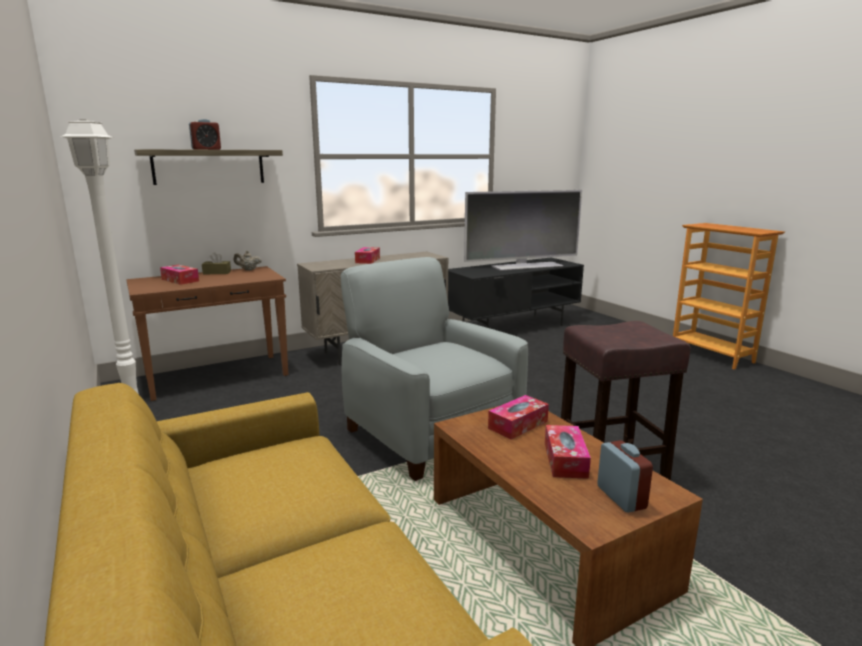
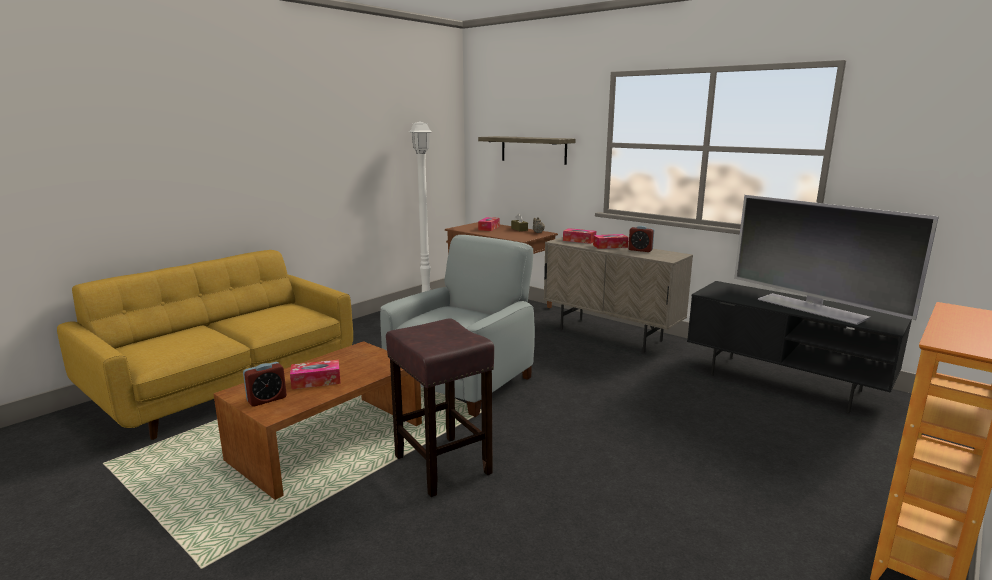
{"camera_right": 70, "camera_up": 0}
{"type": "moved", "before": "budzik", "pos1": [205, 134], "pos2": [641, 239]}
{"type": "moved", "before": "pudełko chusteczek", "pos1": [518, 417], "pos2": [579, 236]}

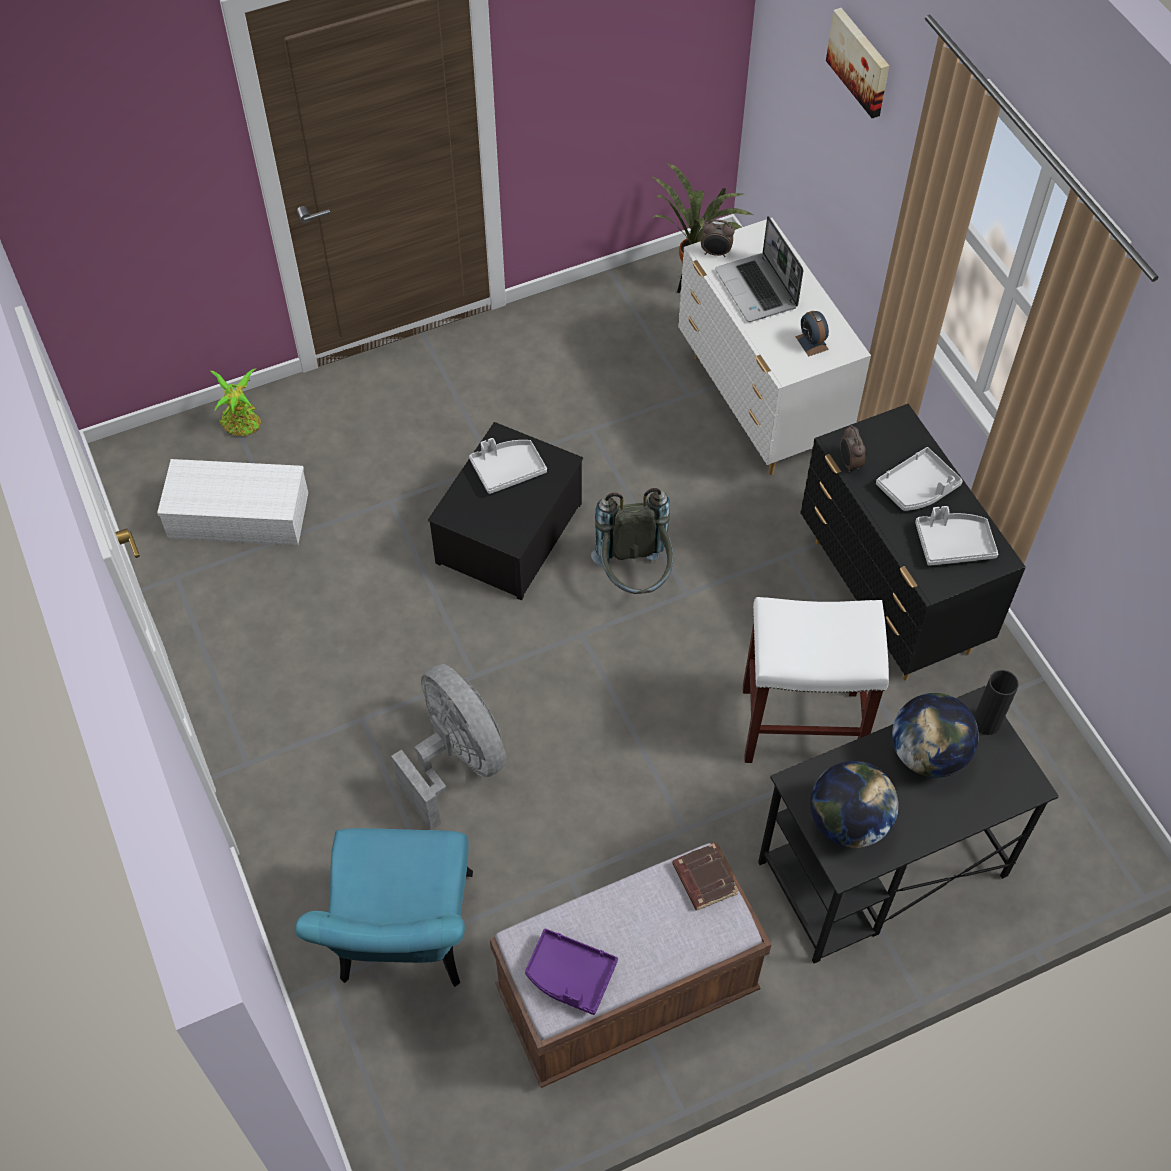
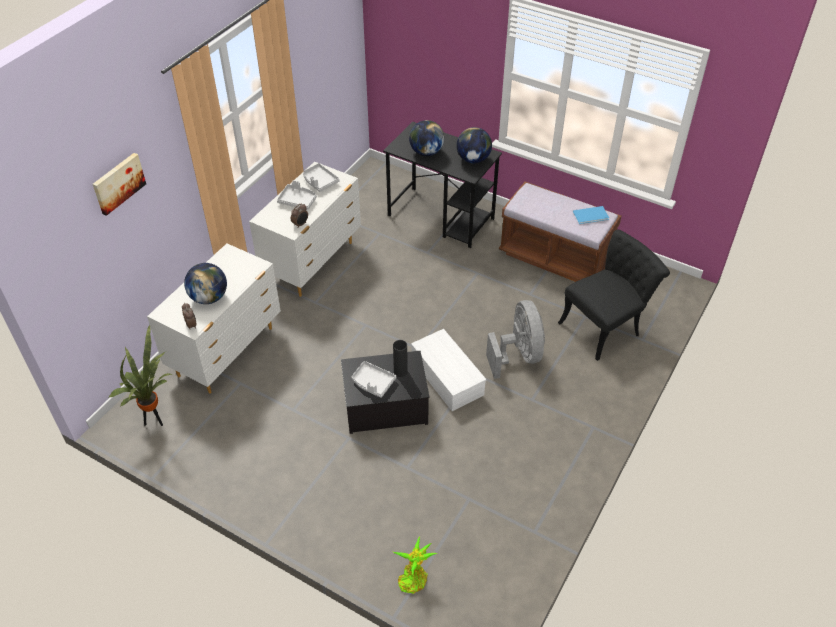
{"camera_right": -125, "camera_up": -10}
{"type": "removed", "before": "plecak (szary)", "pos1": [632, 541]}
{"type": "removed", "before": "książka (brązowy)", "pos1": [705, 877]}
{"type": "removed", "before": "stołek (biały)", "pos1": [816, 680]}
{"type": "removed", "before": "budzik", "pos1": [812, 334]}
{"type": "moved", "before": "pojemnik do przechowywania (biały)", "pos1": [232, 502], "pos2": [448, 370]}
{"type": "moved", "before": "wazon (czarny)", "pos1": [996, 702], "pos2": [400, 358]}
{"type": "replaced", "before": "taca (fioletowy)", "after": "książka (niebieski)", "pos1": [571, 972], "pos2": [591, 215]}
{"type": "replaced", "before": "laptop", "after": "globus", "pos1": [759, 269], "pos2": [205, 283]}
{"type": "recoloured", "before": "krzesło (turkusowy)", "after": "krzesło (czarny)", "pos1": [384, 907], "pos2": [614, 295]}
{"type": "recoloured", "before": "komoda (czarny)", "after": "komoda (biały)", "pos1": [913, 542], "pos2": [305, 229]}
{"type": "turned", "before": "wentylator (szary)", "pos1": [448, 747], "pos2": [515, 339], "turn": 150}

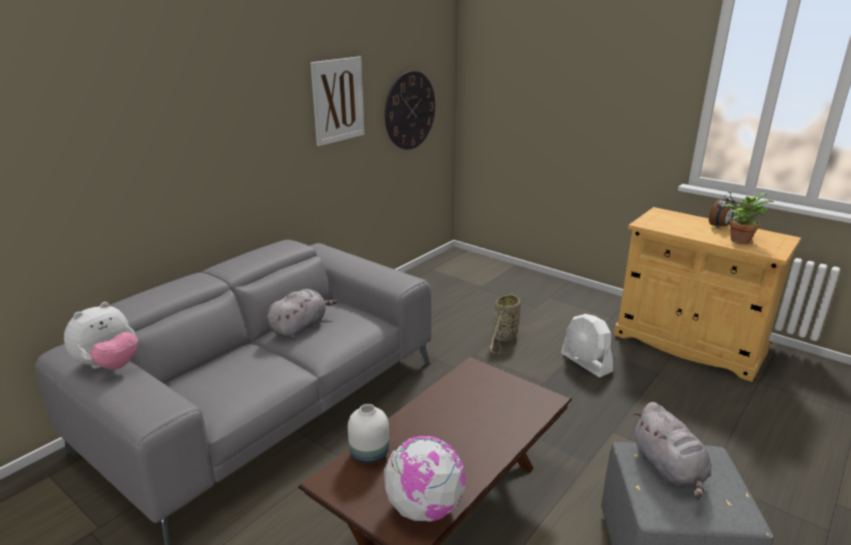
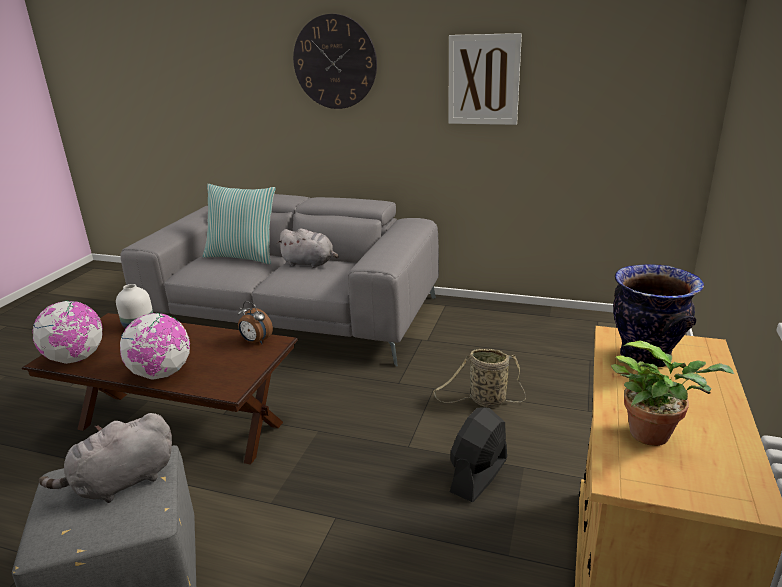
{"camera_right": 70, "camera_up": 0}
{"type": "removed", "before": "pluszak", "pos1": [101, 335]}
{"type": "added", "after": "globus", "pos2": [155, 346]}
{"type": "added", "after": "poduszka", "pos2": [239, 224]}
{"type": "added", "after": "wazon", "pos2": [658, 316]}
{"type": "moved", "before": "zegar ścienny", "pos1": [410, 110], "pos2": [335, 61]}
{"type": "moved", "before": "budzik", "pos1": [722, 210], "pos2": [255, 322]}
{"type": "recoloured", "before": "wentylator (biały)", "after": "wentylator (czarny)", "pos1": [587, 345], "pos2": [478, 454]}

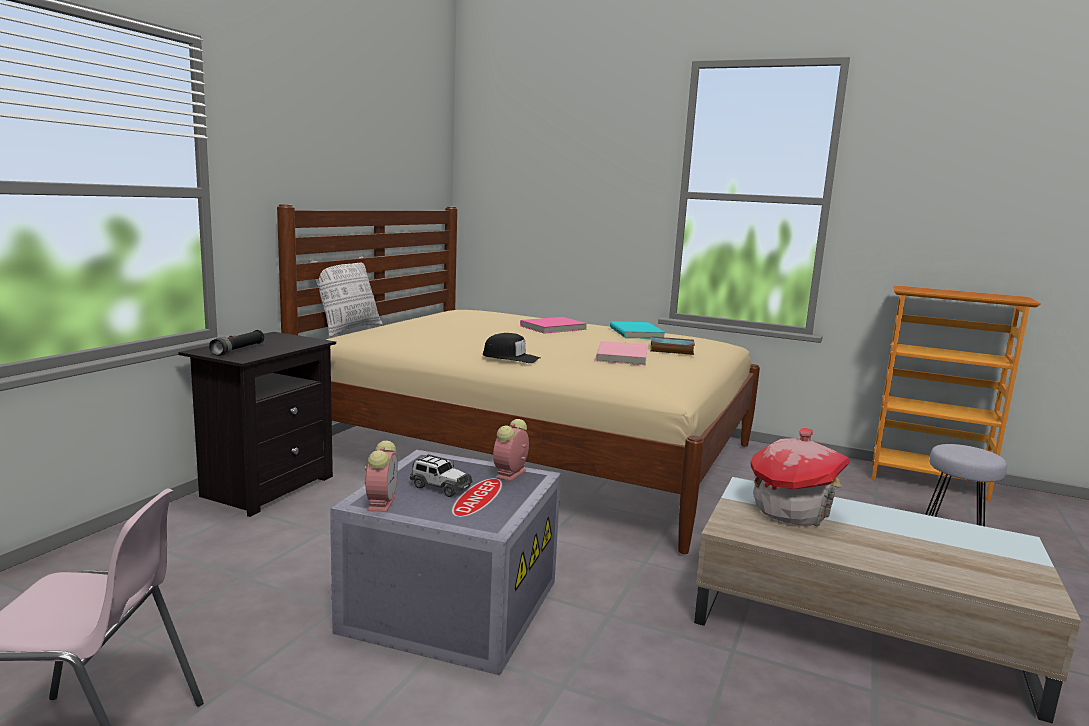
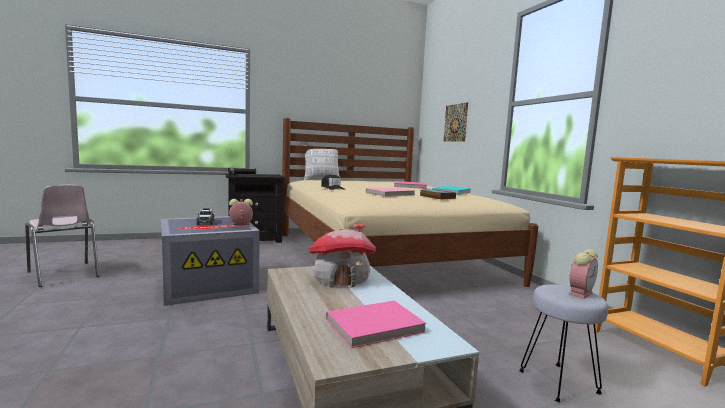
{"camera_right": 45, "camera_up": -5}
{"type": "added", "after": "książka (różowy)", "pos2": [376, 324]}
{"type": "added", "after": "obraz", "pos2": [455, 122]}
{"type": "moved", "before": "budzik", "pos1": [381, 476], "pos2": [583, 274]}

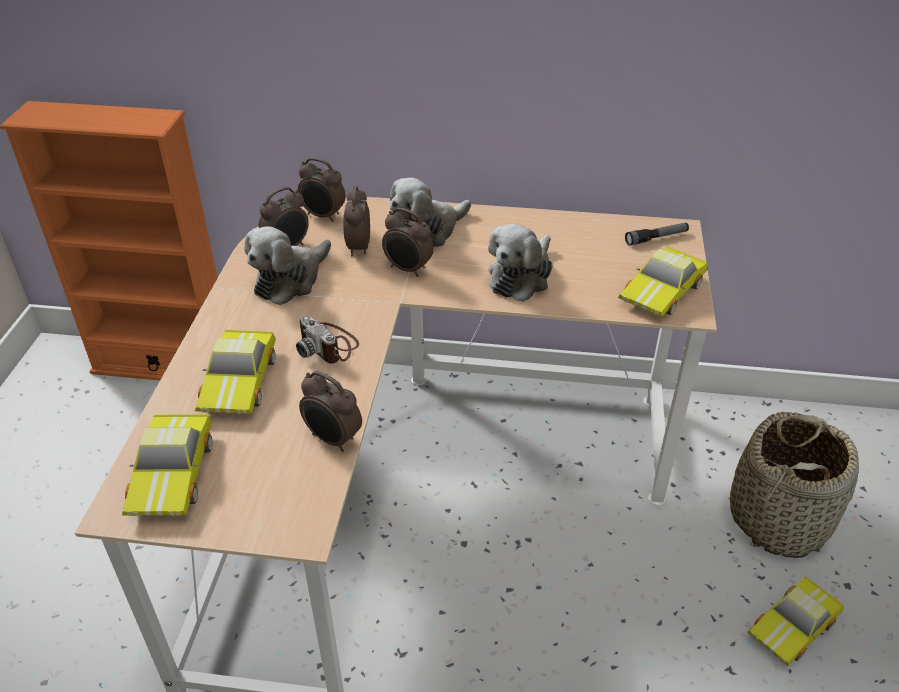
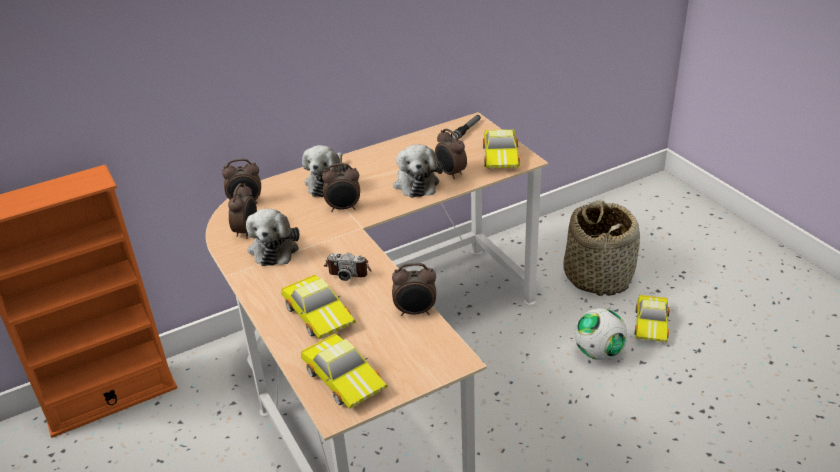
{"camera_right": -35, "camera_up": -5}
{"type": "added", "after": "piłka futbolowa", "pos2": [601, 334]}
{"type": "moved", "before": "budzik", "pos1": [356, 221], "pos2": [451, 154]}

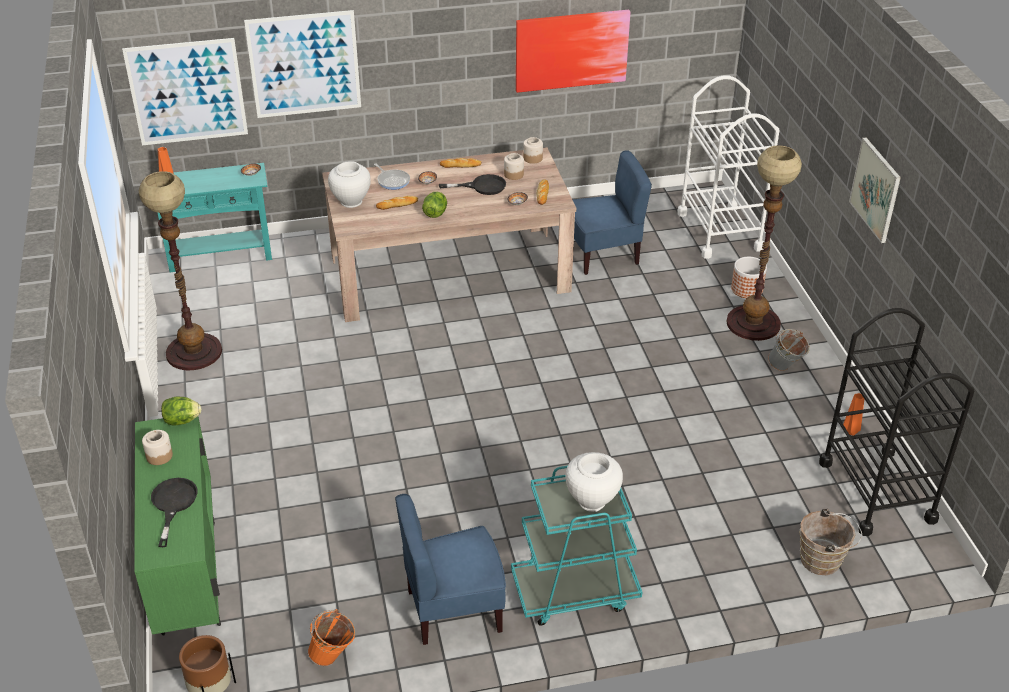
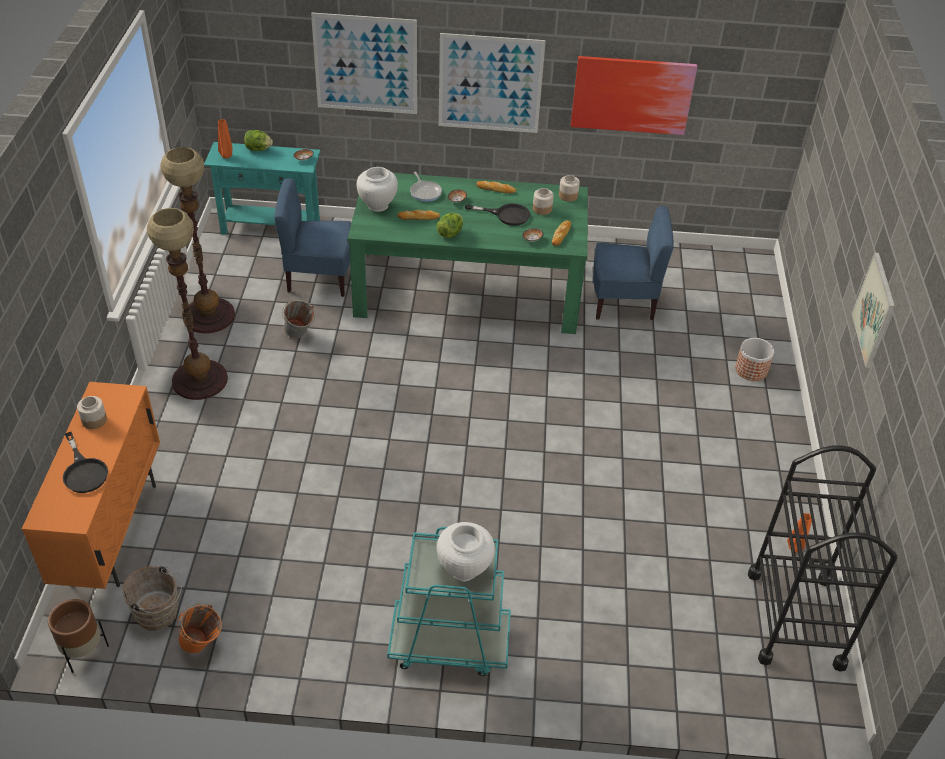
{"camera_right": 15, "camera_up": 5}
{"type": "removed", "before": "wózek (biały)", "pos1": [728, 167]}
{"type": "moved", "before": "obraz", "pos1": [185, 91], "pos2": [492, 83]}
{"type": "moved", "before": "sałata", "pos1": [181, 410], "pos2": [258, 140]}
{"type": "moved", "before": "krzesło (niebieski)", "pos1": [450, 569], "pos2": [312, 237]}
{"type": "moved", "before": "lampa stojąca", "pos1": [764, 243], "pos2": [187, 304]}
{"type": "moved", "before": "wiadro (szary)", "pos1": [789, 350], "pos2": [298, 319]}
{"type": "moved", "before": "wiadro (brązowy)", "pos1": [831, 542], "pos2": [152, 598]}
{"type": "recoloured", "before": "szafka (zielony)", "after": "szafka (pomarańczowy)", "pos1": [177, 526], "pos2": [91, 485]}
{"type": "recoloured", "before": "stół jadalny (beżowy)", "after": "stół jadalny (zielony)", "pos1": [449, 234], "pos2": [467, 253]}
{"type": "turned", "before": "patelnia (czarny)", "pos1": [174, 512], "pos2": [85, 462], "turn": 135}

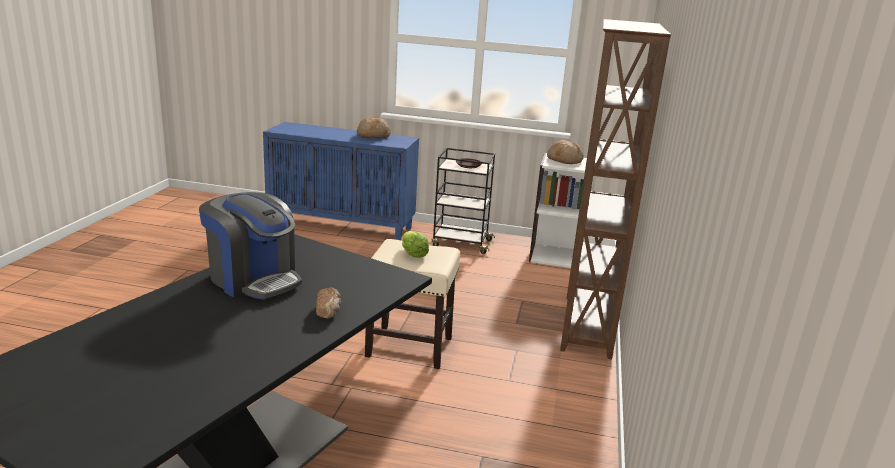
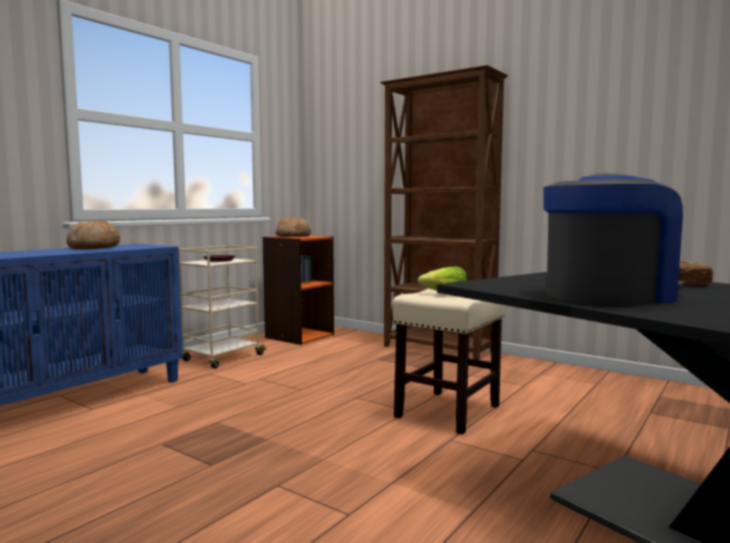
{"camera_right": -65, "camera_up": -15}
{"type": "recoloured", "before": "wózek (czarny)", "after": "wózek (beżowy)", "pos1": [463, 201], "pos2": [222, 307]}
{"type": "recoloured", "before": "regał (biały)", "after": "regał (pomarańczowy)", "pos1": [561, 210], "pos2": [298, 290]}

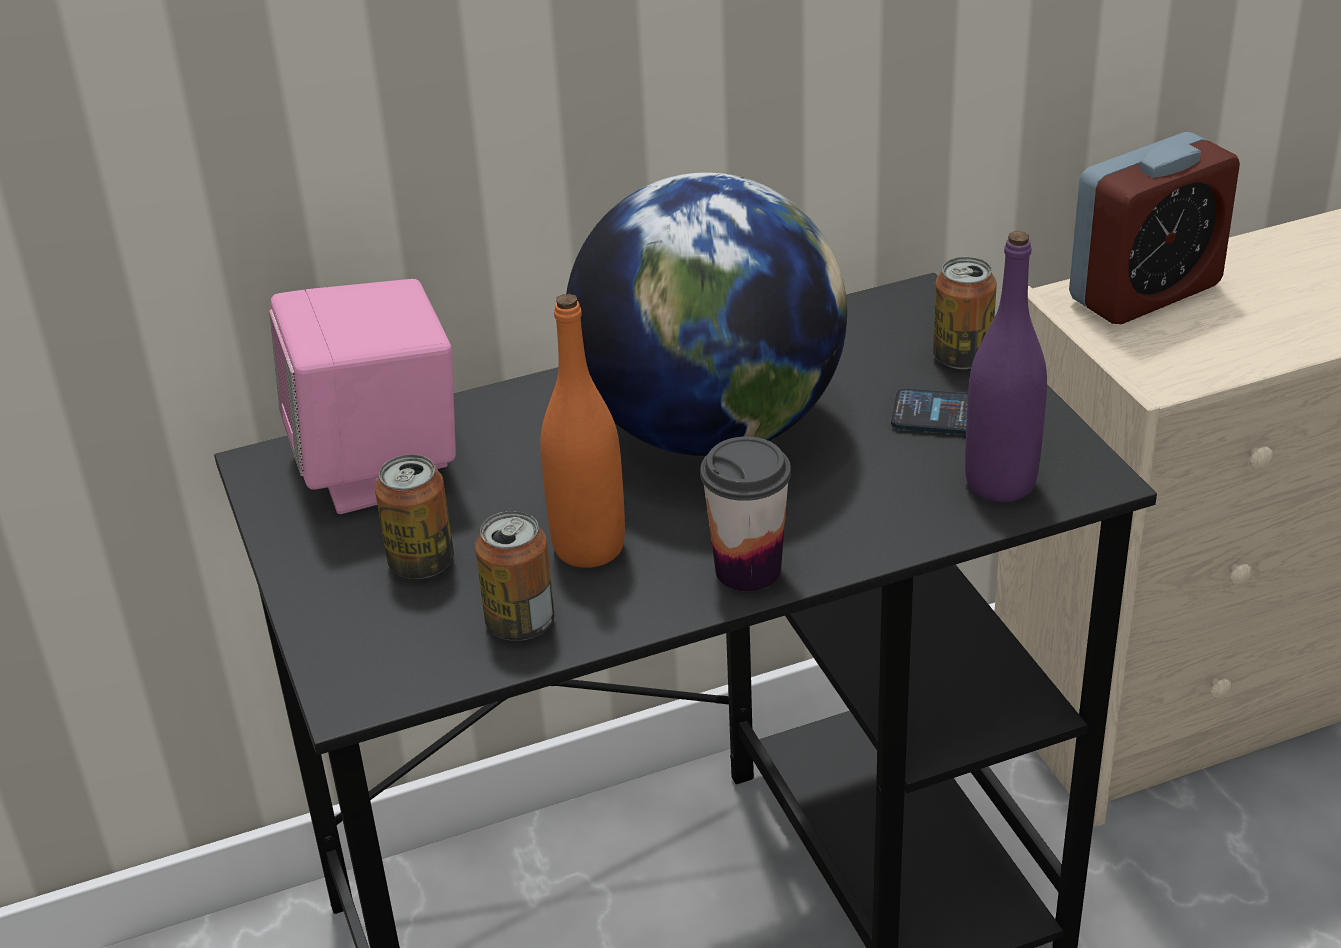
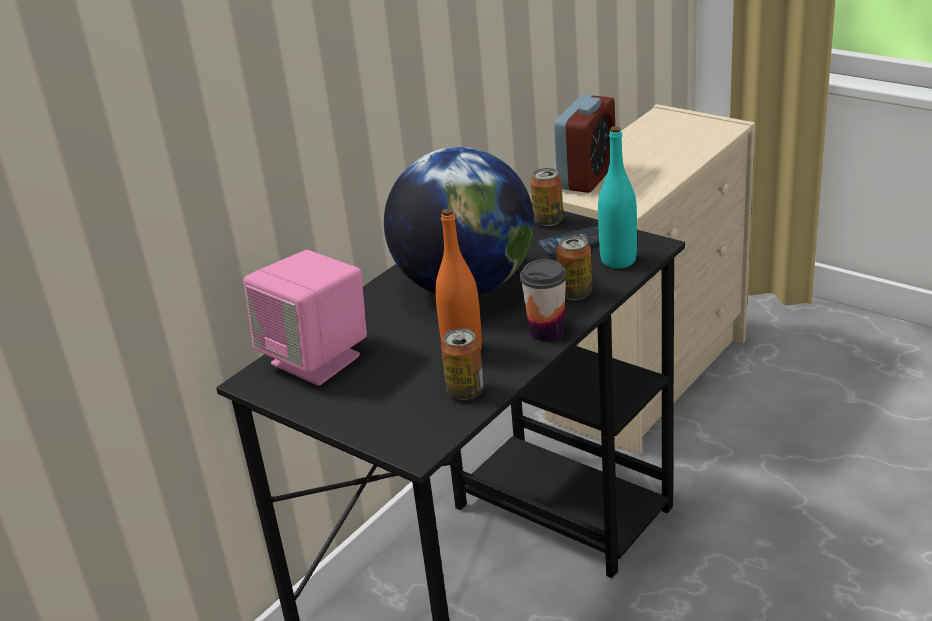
{"camera_right": -30, "camera_up": -5}
{"type": "moved", "before": "puszka", "pos1": [414, 517], "pos2": [574, 267]}
{"type": "recoloured", "before": "butelka (fioletowy)", "after": "butelka (turkusowy)", "pos1": [1006, 366], "pos2": [617, 197]}

